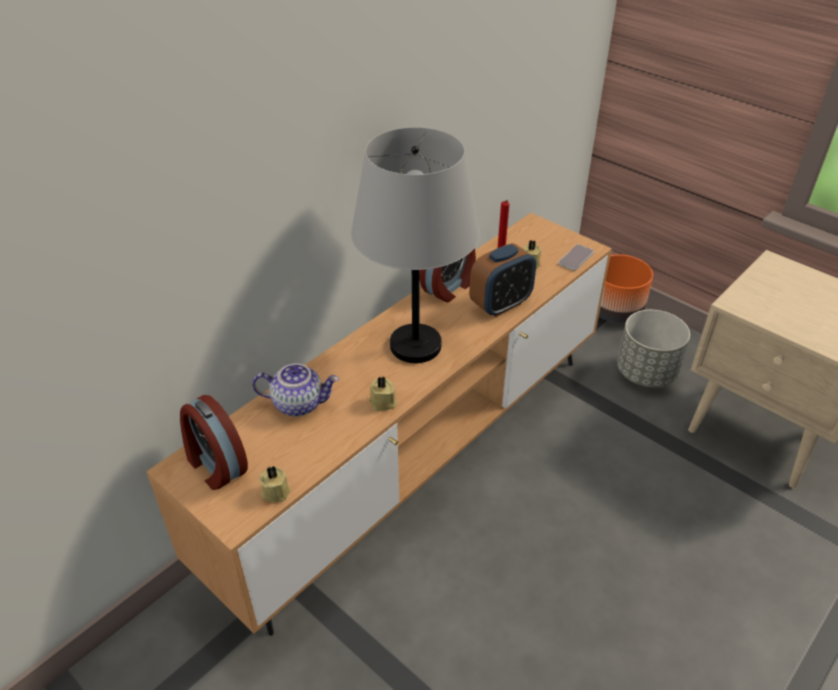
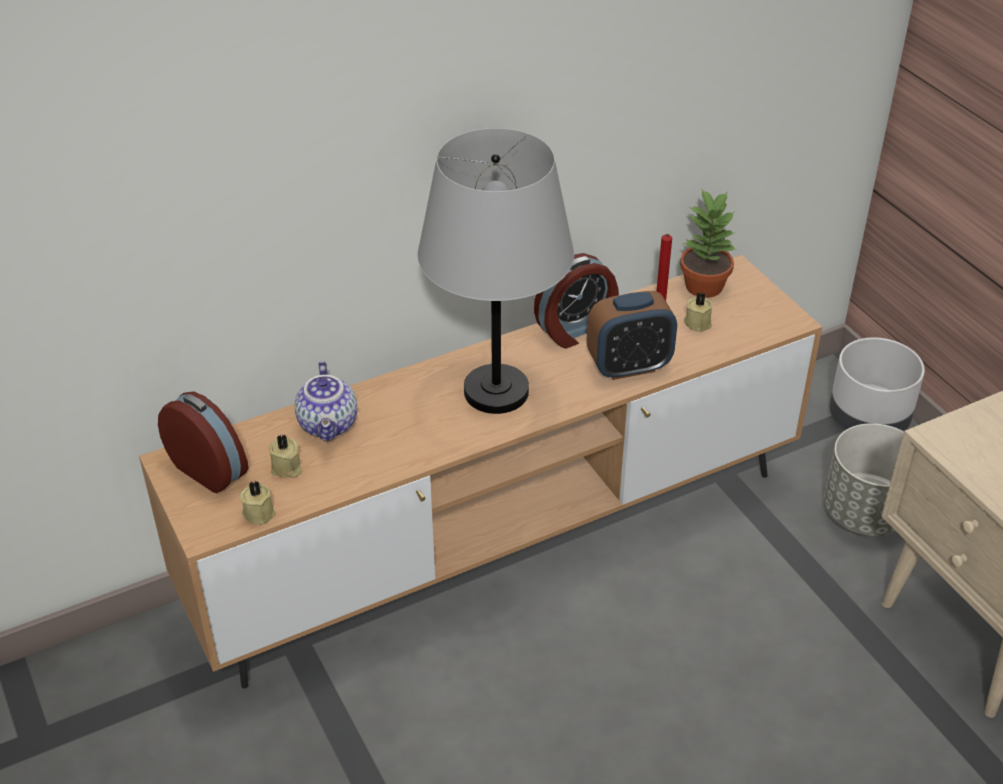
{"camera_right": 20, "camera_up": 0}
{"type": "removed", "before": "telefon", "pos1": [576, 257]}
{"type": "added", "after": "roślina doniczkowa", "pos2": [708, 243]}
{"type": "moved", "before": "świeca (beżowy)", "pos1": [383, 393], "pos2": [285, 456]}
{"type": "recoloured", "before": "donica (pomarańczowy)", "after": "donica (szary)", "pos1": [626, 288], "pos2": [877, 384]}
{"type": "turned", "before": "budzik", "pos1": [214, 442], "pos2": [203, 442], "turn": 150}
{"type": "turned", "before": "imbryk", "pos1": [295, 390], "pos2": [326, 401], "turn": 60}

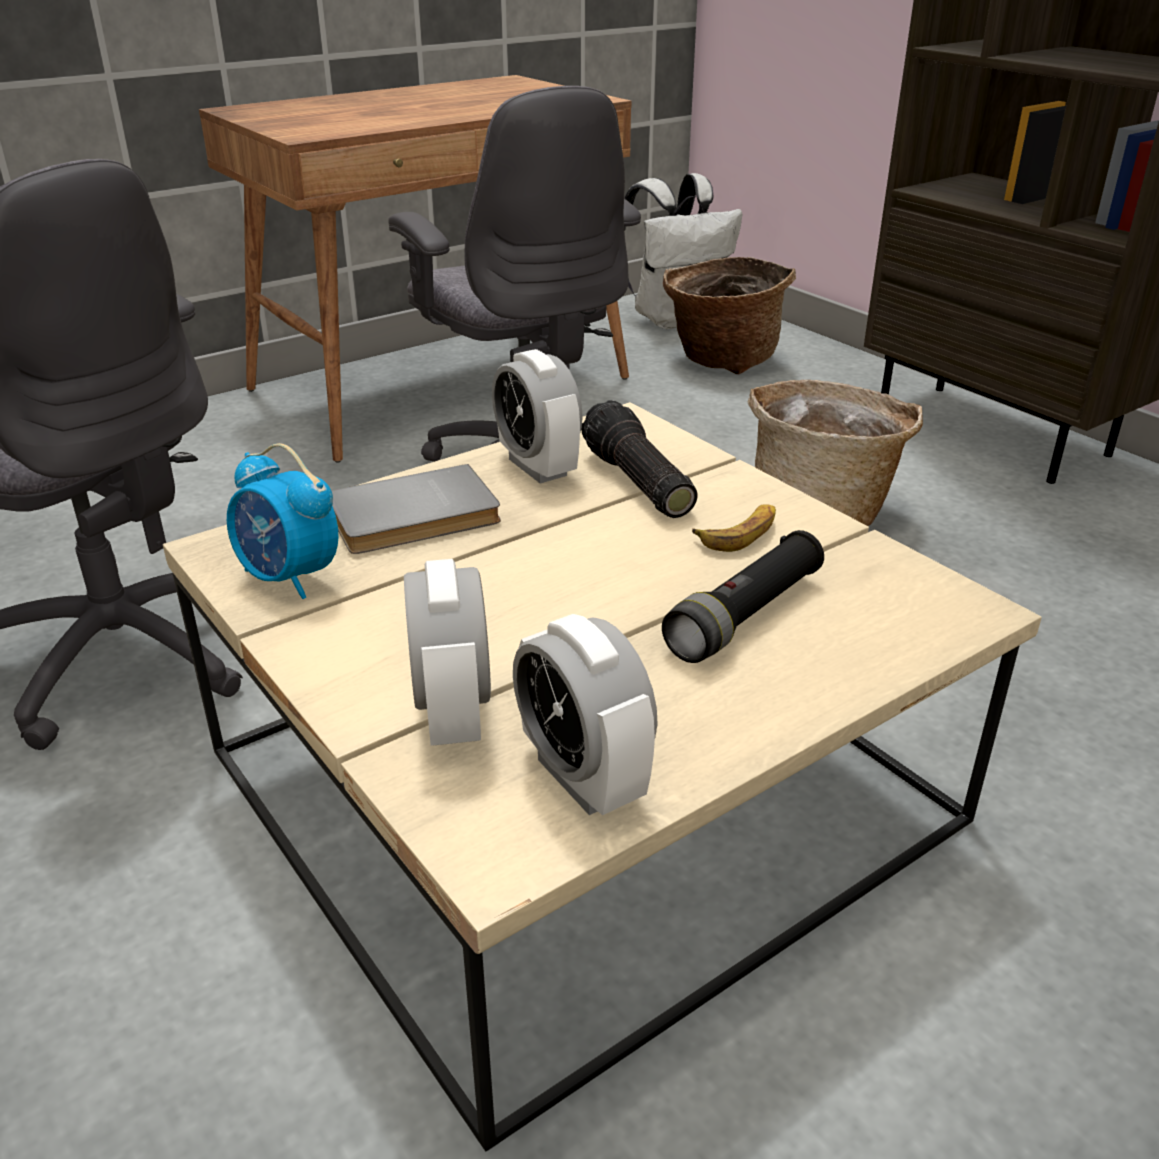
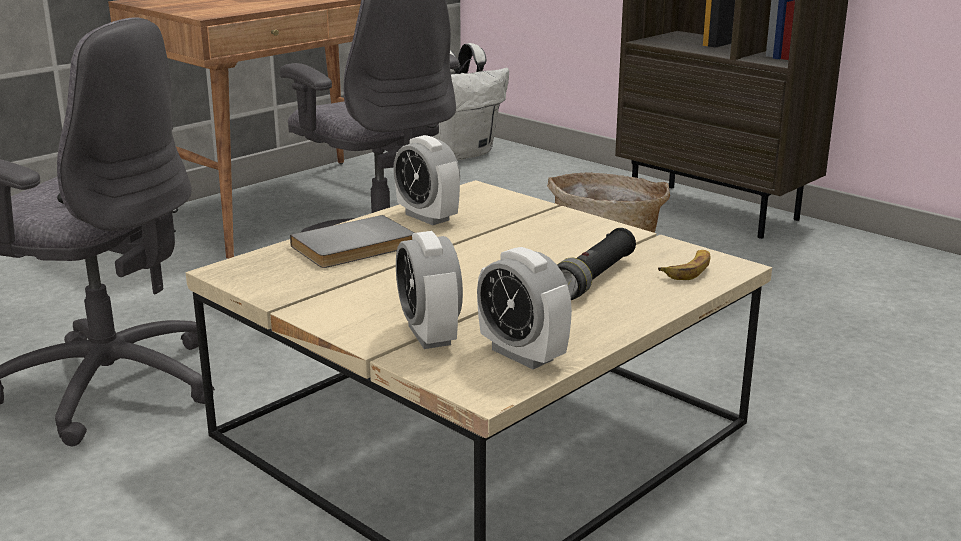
{"camera_right": -10, "camera_up": -10}
{"type": "removed", "before": "budzik", "pos1": [283, 521]}
{"type": "removed", "before": "latarka", "pos1": [639, 459]}
{"type": "removed", "before": "koszyk", "pos1": [729, 315]}
{"type": "moved", "before": "banan", "pos1": [734, 528], "pos2": [684, 265]}

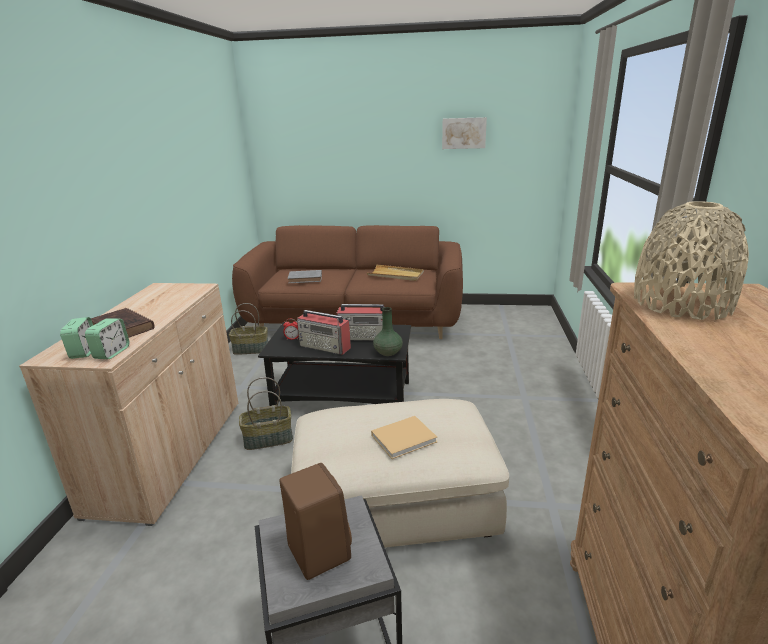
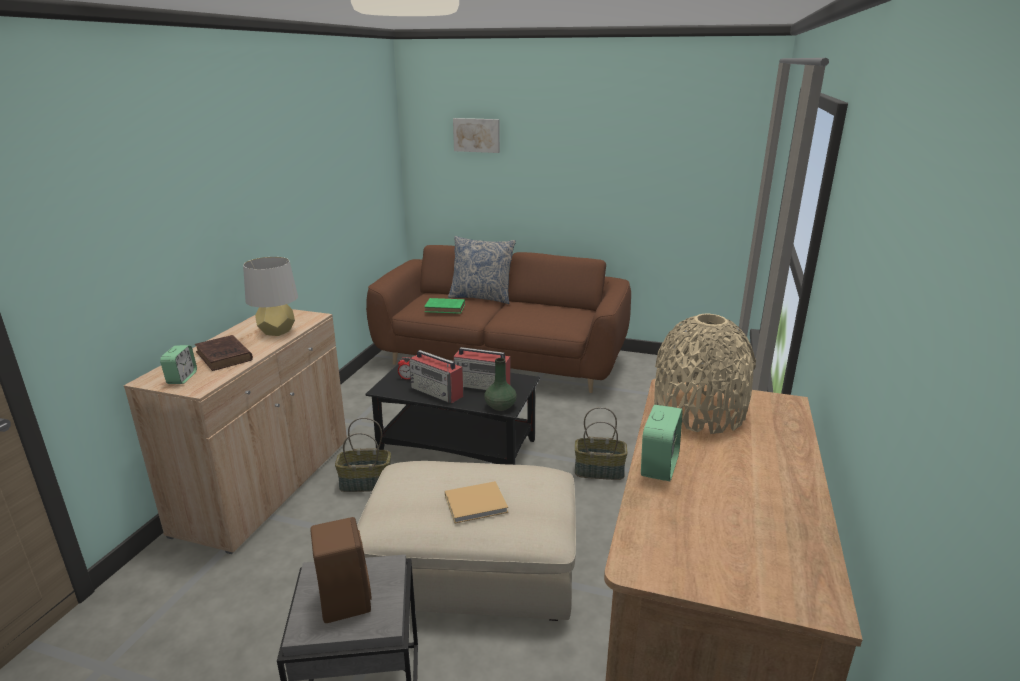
{"camera_right": 10, "camera_up": 0}
{"type": "removed", "before": "taca (beżowy)", "pos1": [395, 272]}
{"type": "added", "after": "lampa stołowa (szary)", "pos2": [270, 296]}
{"type": "added", "after": "poduszka", "pos2": [482, 270]}
{"type": "moved", "before": "budzik", "pos1": [107, 338], "pos2": [662, 443]}
{"type": "moved", "before": "koszyk", "pos1": [248, 329], "pos2": [601, 443]}
{"type": "moved", "before": "obraz", "pos1": [464, 133], "pos2": [476, 135]}
{"type": "recoloured", "before": "książka (szary)", "after": "książka (zielony)", "pos1": [305, 276], "pos2": [444, 306]}

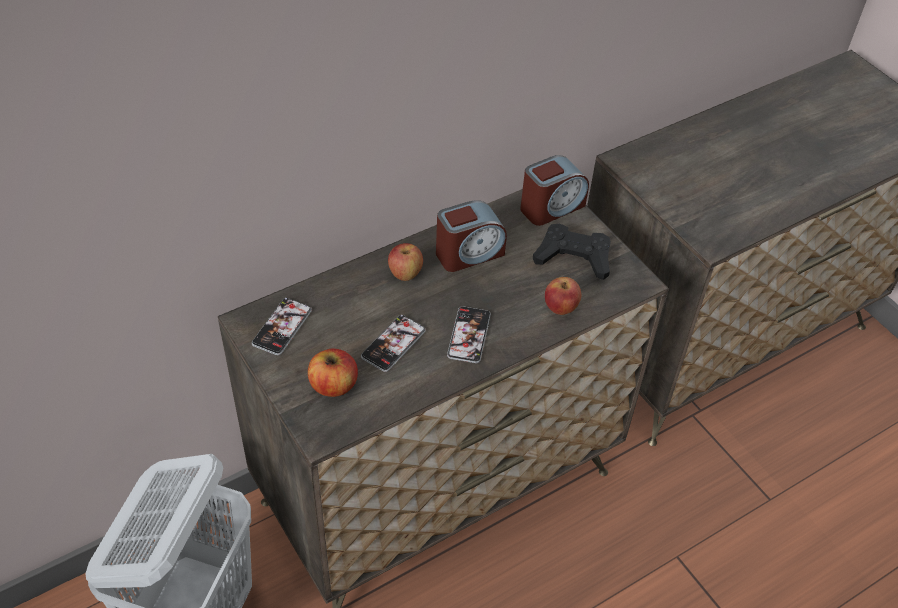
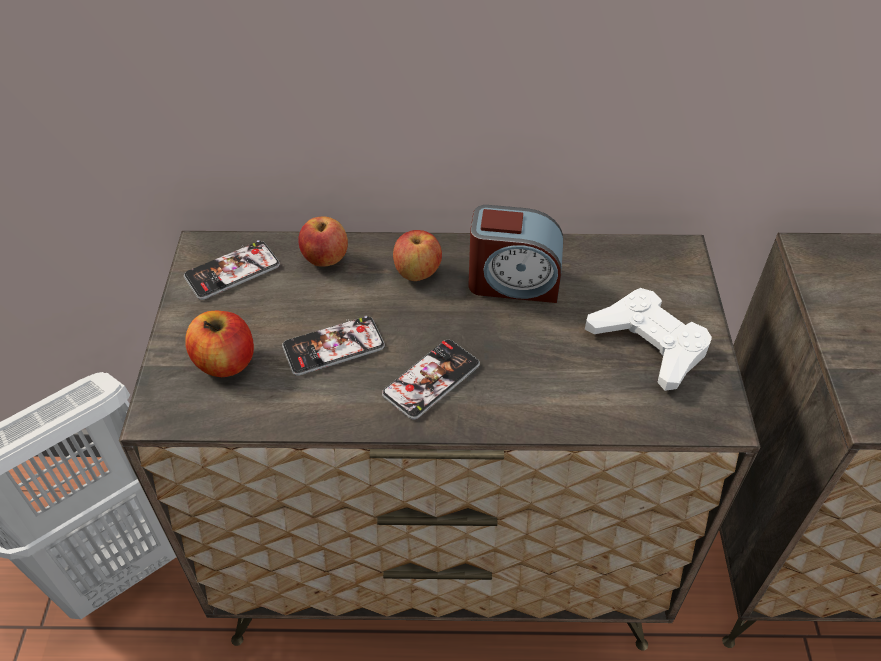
{"camera_right": 35, "camera_up": 0}
{"type": "removed", "before": "budzik", "pos1": [554, 190]}
{"type": "moved", "before": "jabłko", "pos1": [563, 296], "pos2": [323, 242]}
{"type": "recoloured", "before": "pad do gier (czarny)", "after": "pad do gier (biały)", "pos1": [572, 252], "pos2": [648, 339]}

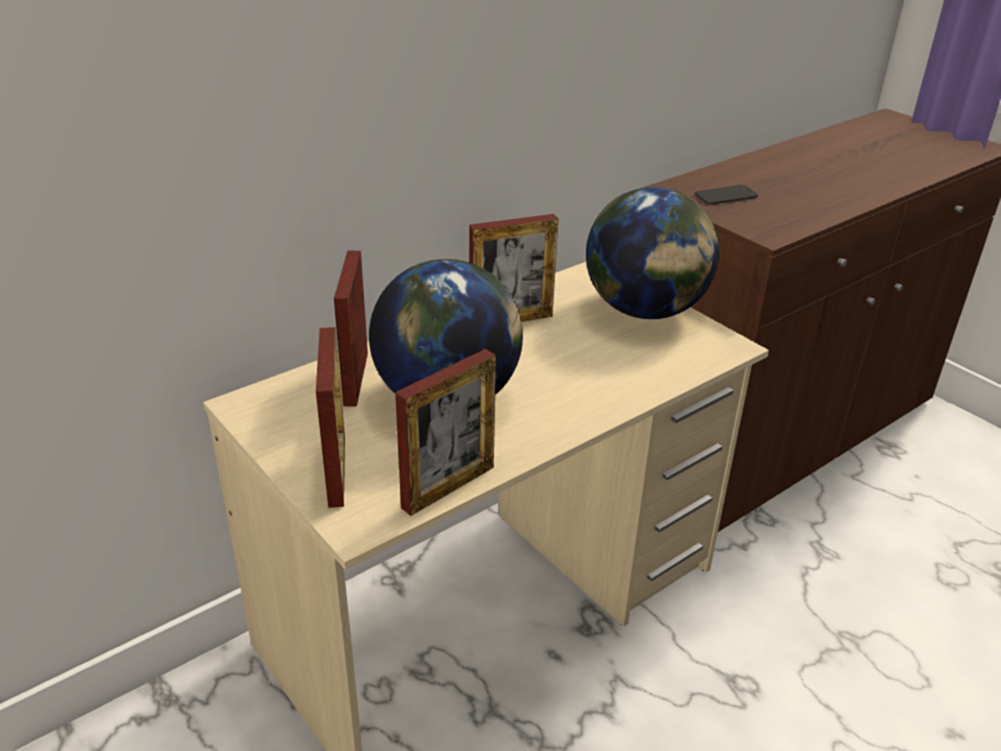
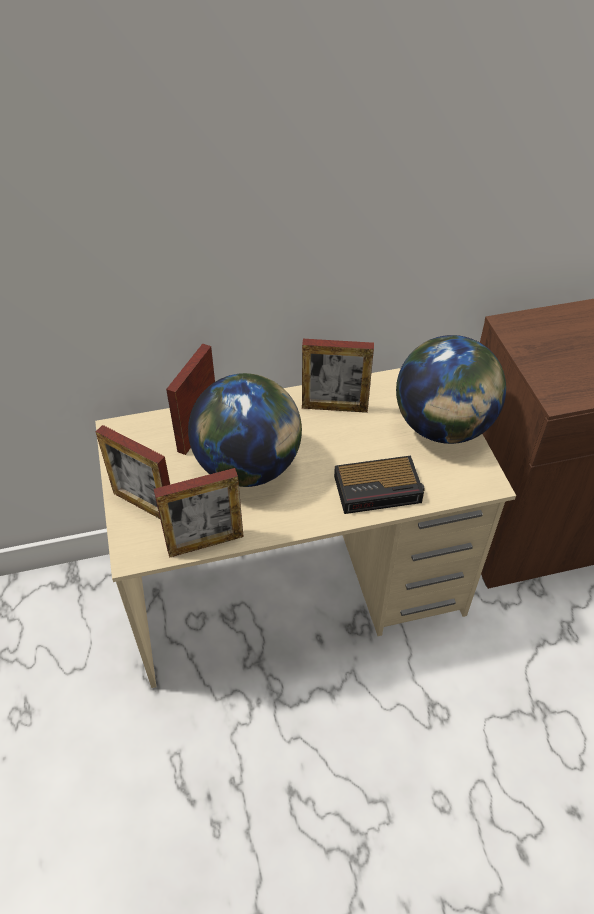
{"camera_right": 25, "camera_up": 15}
{"type": "removed", "before": "telefon", "pos1": [726, 195]}
{"type": "added", "after": "budzik", "pos2": [379, 484]}
{"type": "turned", "before": "ramka na zdjęcie", "pos1": [330, 417], "pos2": [132, 472], "turn": 105}

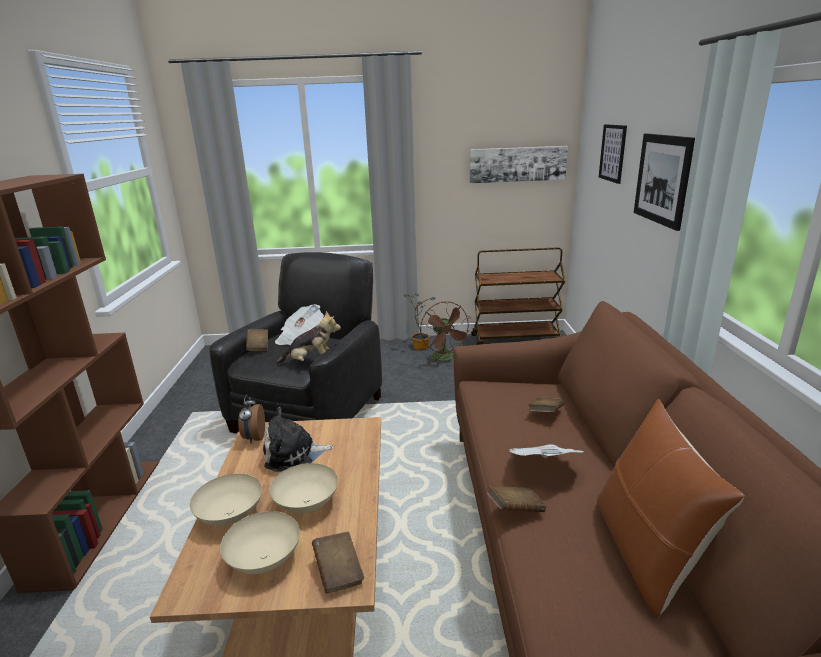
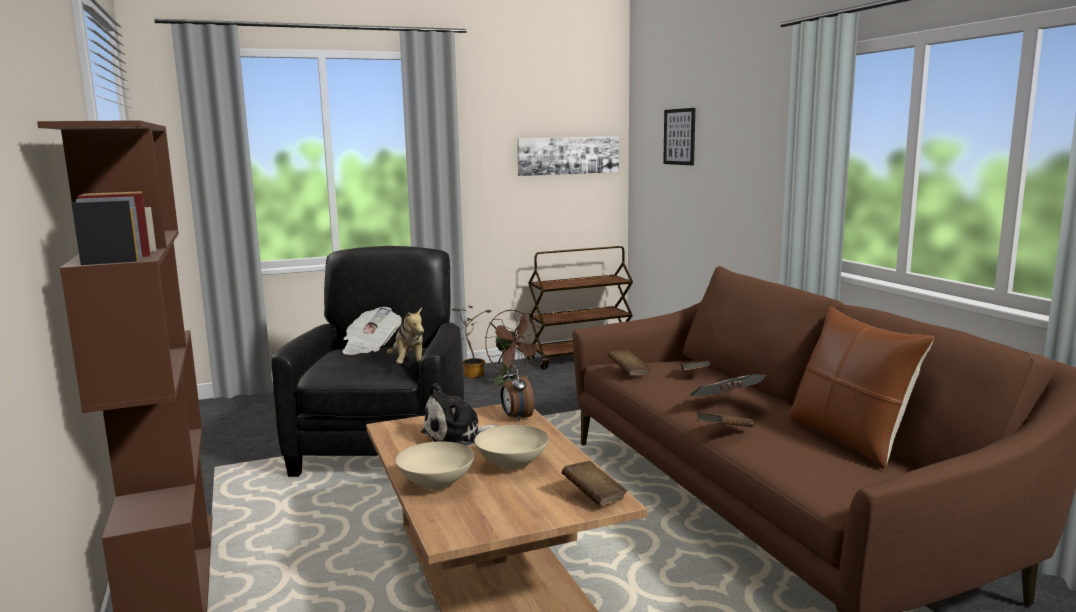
{"camera_right": -20, "camera_up": -10}
{"type": "removed", "before": "miska (beżowy)", "pos1": [260, 542]}
{"type": "removed", "before": "obraz", "pos1": [664, 182]}
{"type": "moved", "before": "budzik", "pos1": [251, 418], "pos2": [517, 393]}
{"type": "moved", "before": "książka (brązowy)", "pos1": [257, 340], "pos2": [629, 362]}
{"type": "turned", "before": "pluszak", "pos1": [308, 337], "pos2": [405, 335], "turn": 90}

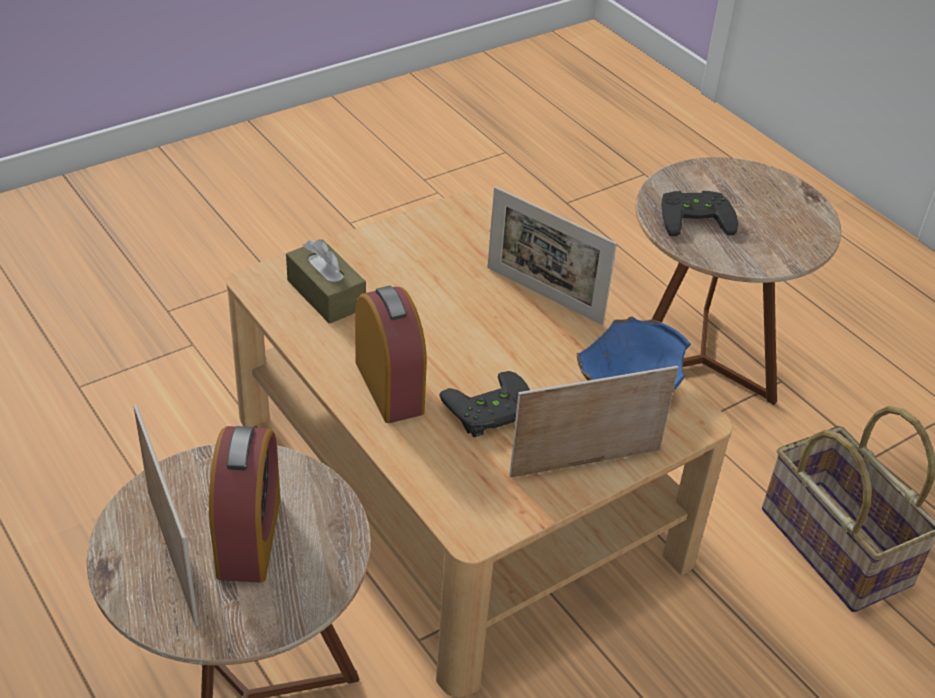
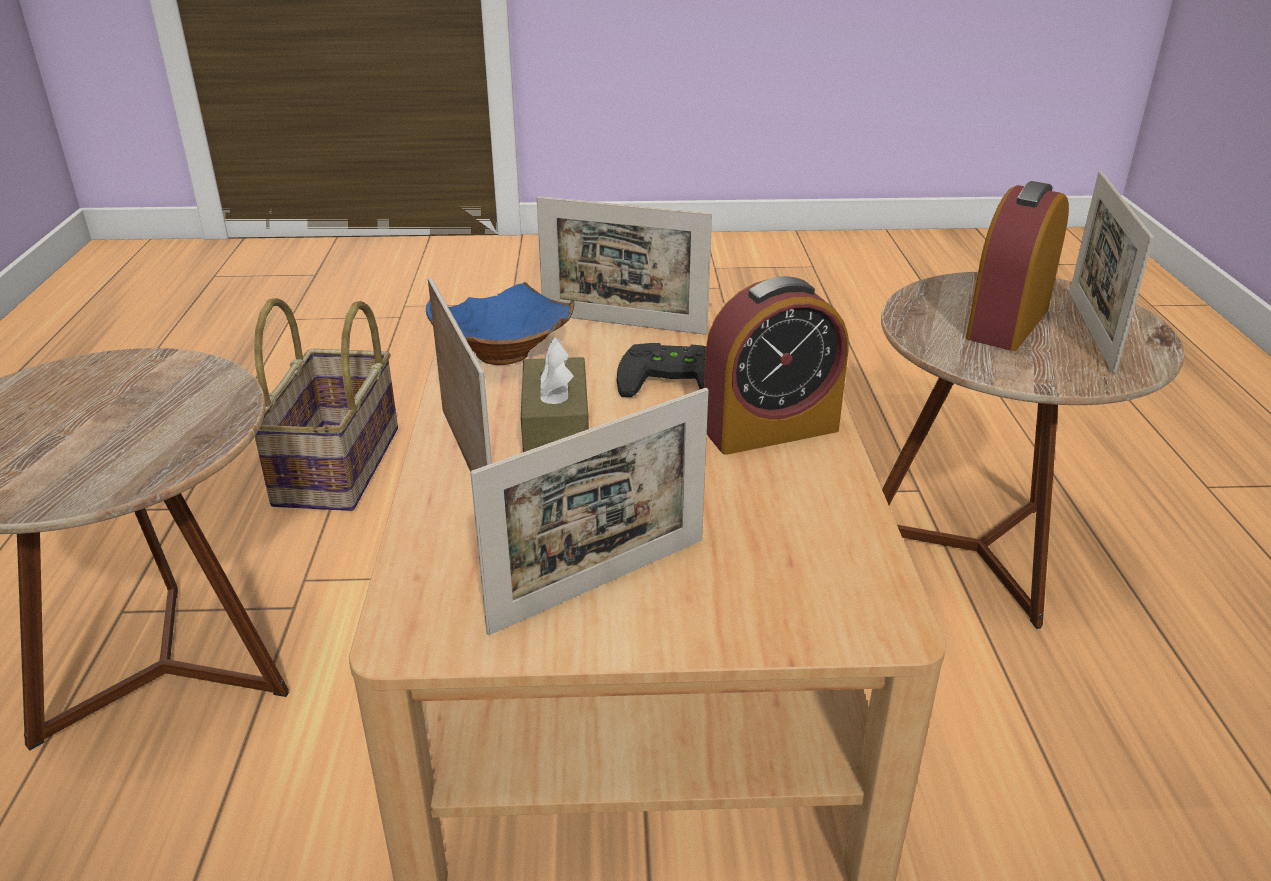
{"camera_right": -145, "camera_up": -10}
{"type": "removed", "before": "pad do gier (czarny)", "pos1": [699, 213]}
{"type": "added", "after": "ramka na zdjęcie", "pos2": [589, 511]}
{"type": "moved", "before": "pudełko chusteczek (brązowy)", "pos1": [326, 281], "pos2": [555, 394]}
{"type": "turned", "before": "budzik", "pos1": [391, 354], "pos2": [776, 365], "turn": -120}

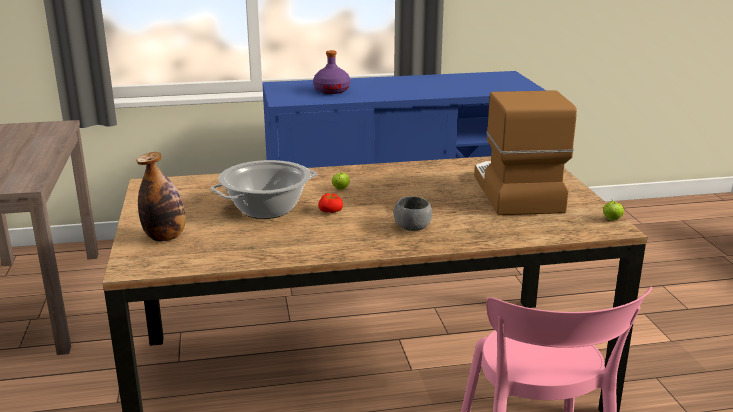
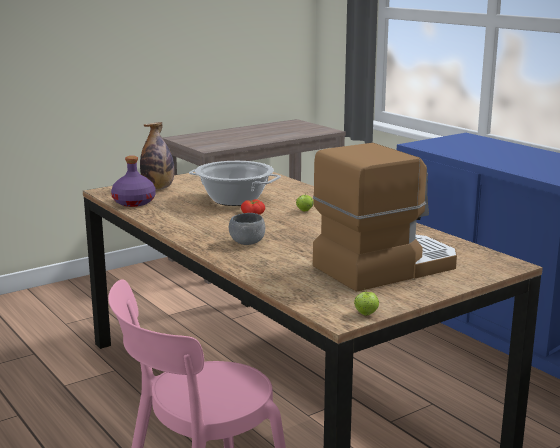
{"camera_right": 65, "camera_up": -5}
{"type": "moved", "before": "butelka (fioletowy)", "pos1": [331, 72], "pos2": [133, 181]}

